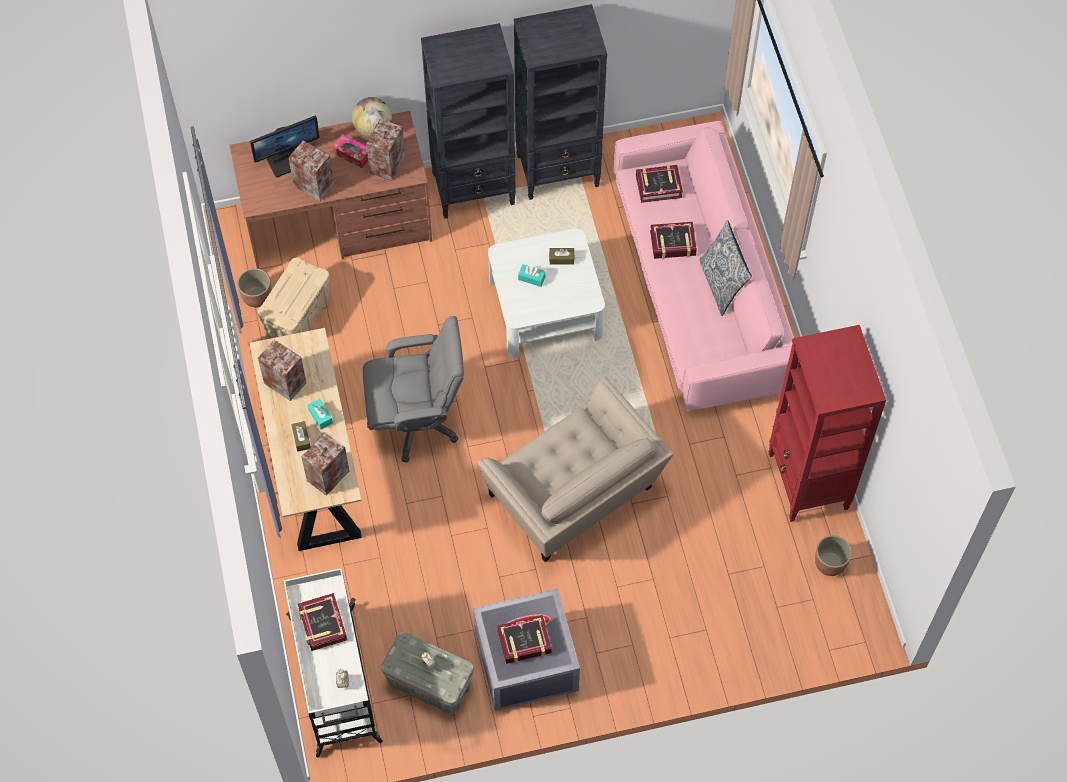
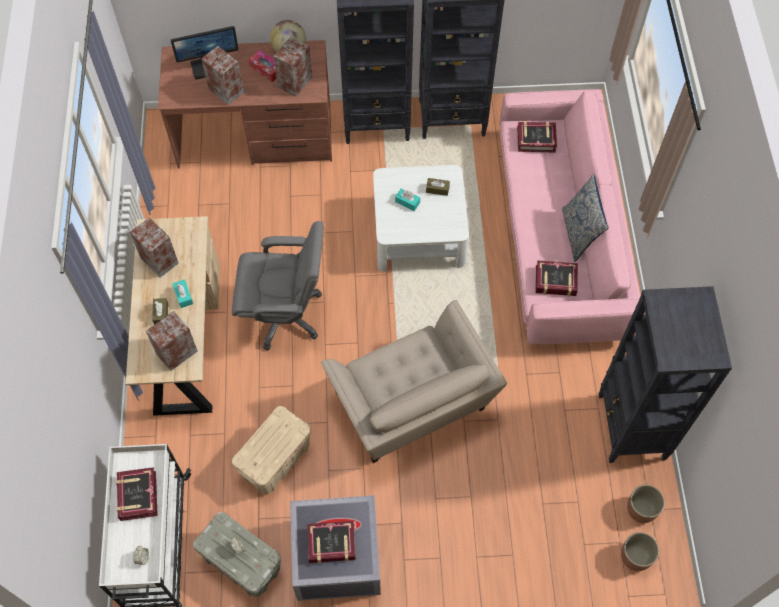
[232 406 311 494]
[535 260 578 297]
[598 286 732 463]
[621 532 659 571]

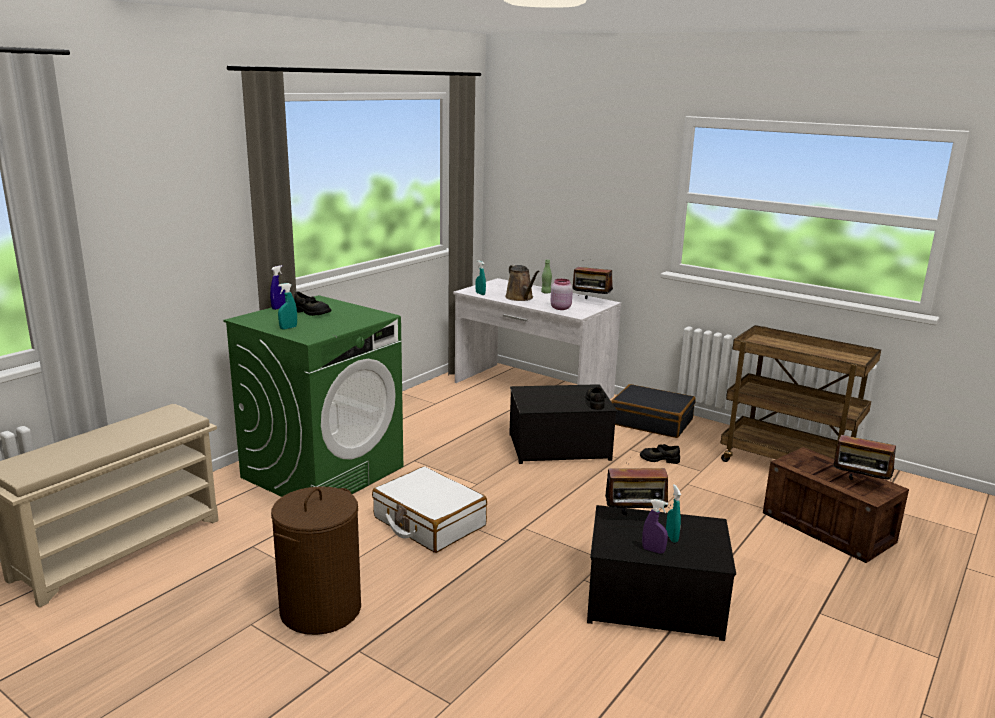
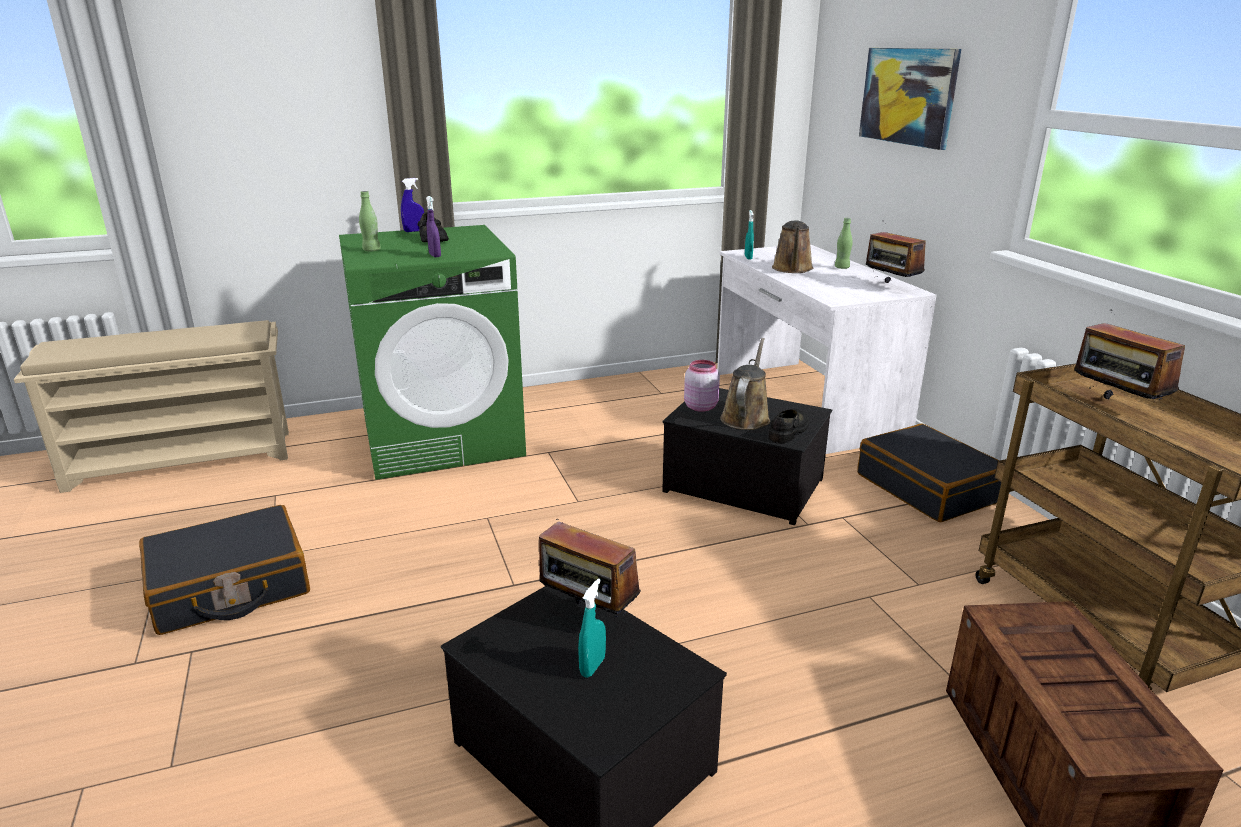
[139 505 310 635]
[359 191 381 252]
[426 196 441 257]
[684 360 720 412]
[720 338 770 430]
[859 48 961 150]
[1074 309 1185 400]
[372 466 487 553] (first image)
[640 444 680 464] (first image)

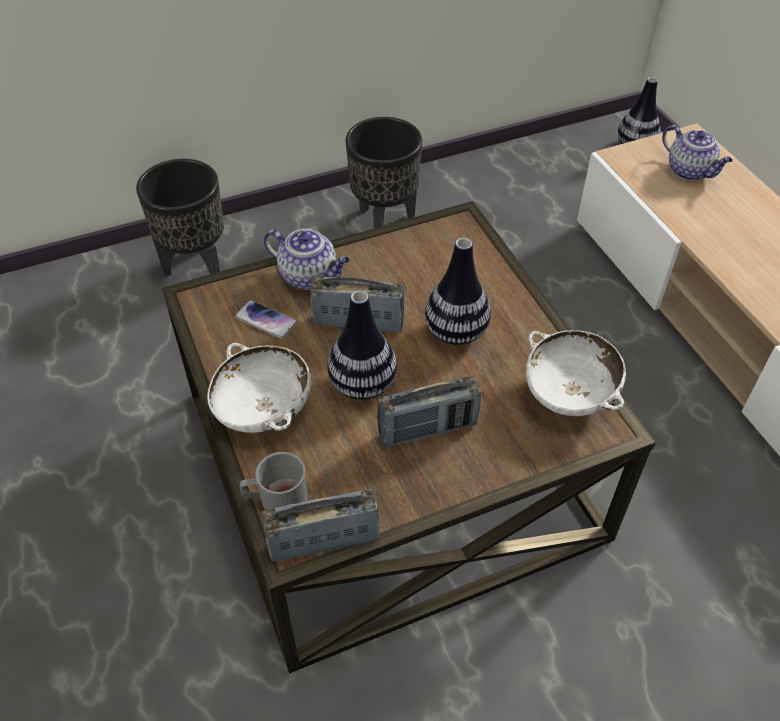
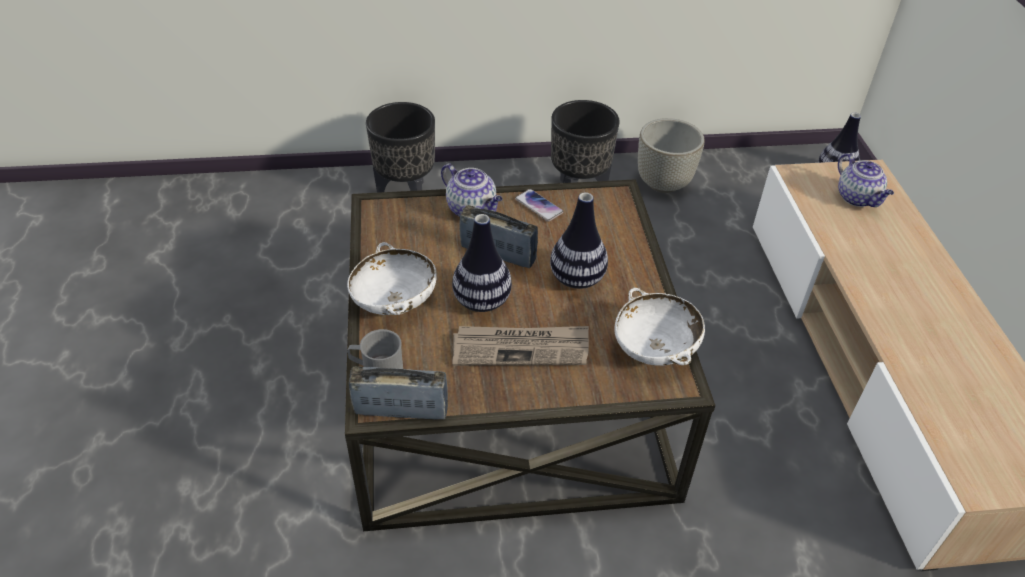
[452 326 589 366]
[515 189 564 222]
[638 118 705 193]

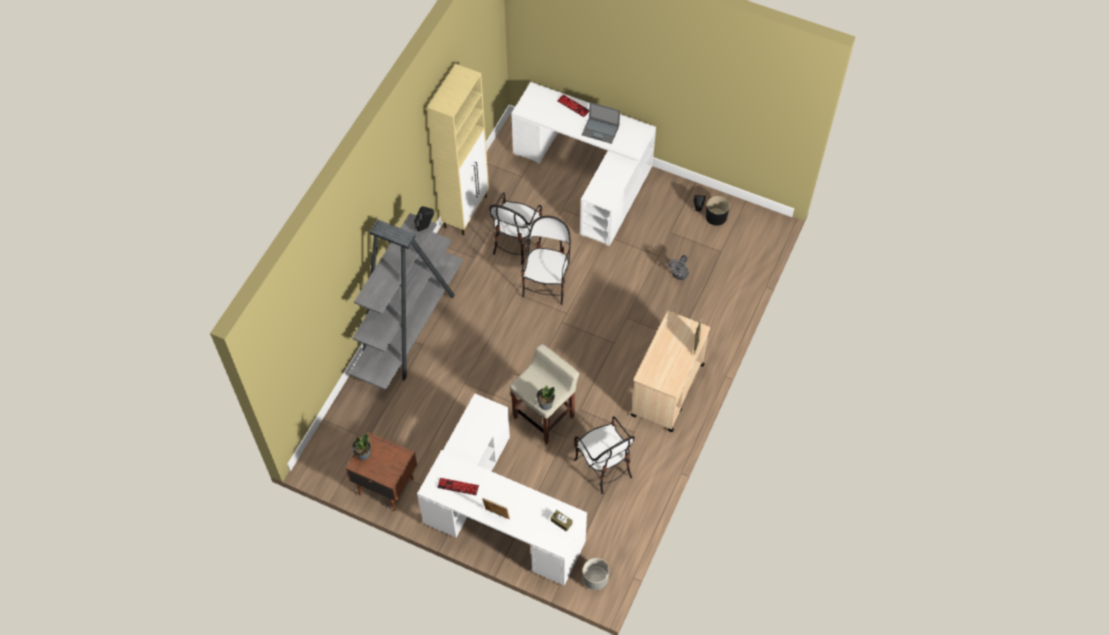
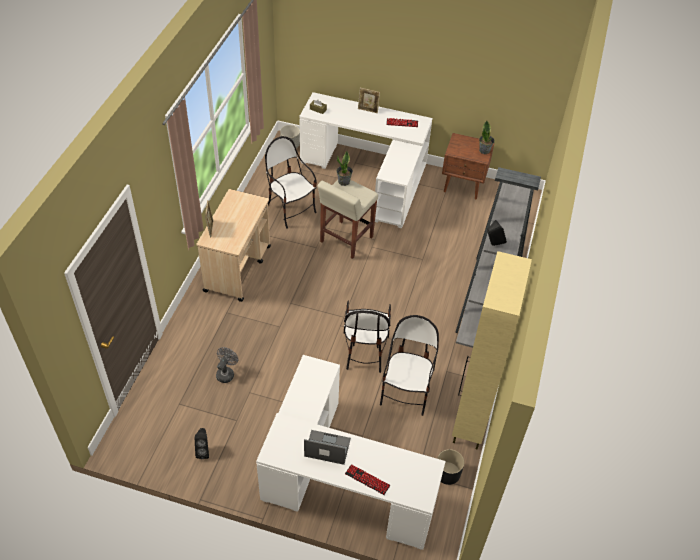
[437 449 464 485]

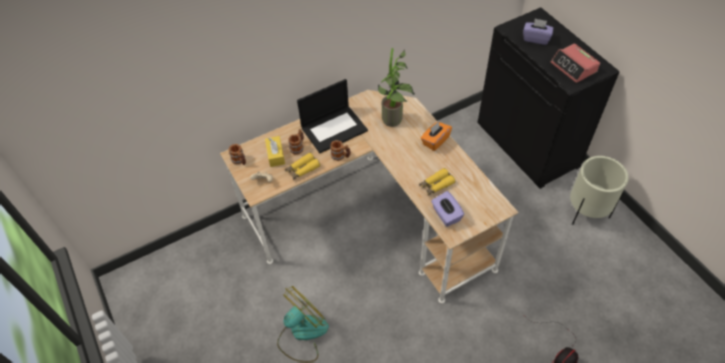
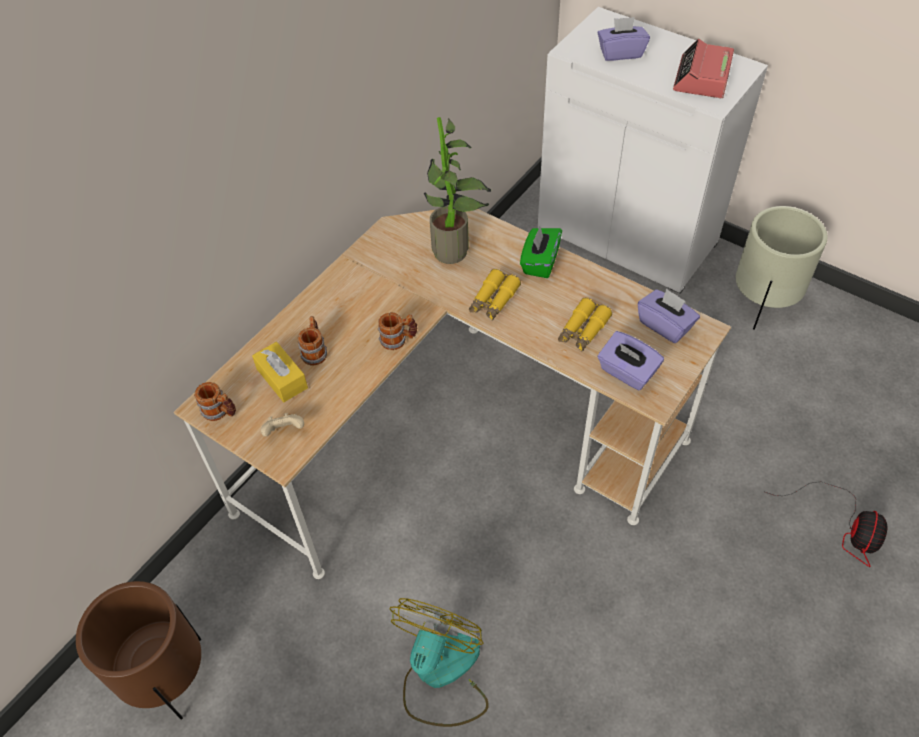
[76 581 201 719]
[469 269 521 320]
[520 226 562 278]
[538 7 768 294]
[638 288 700 343]
[673 39 734 98]
[297 79 368 153] (first image)

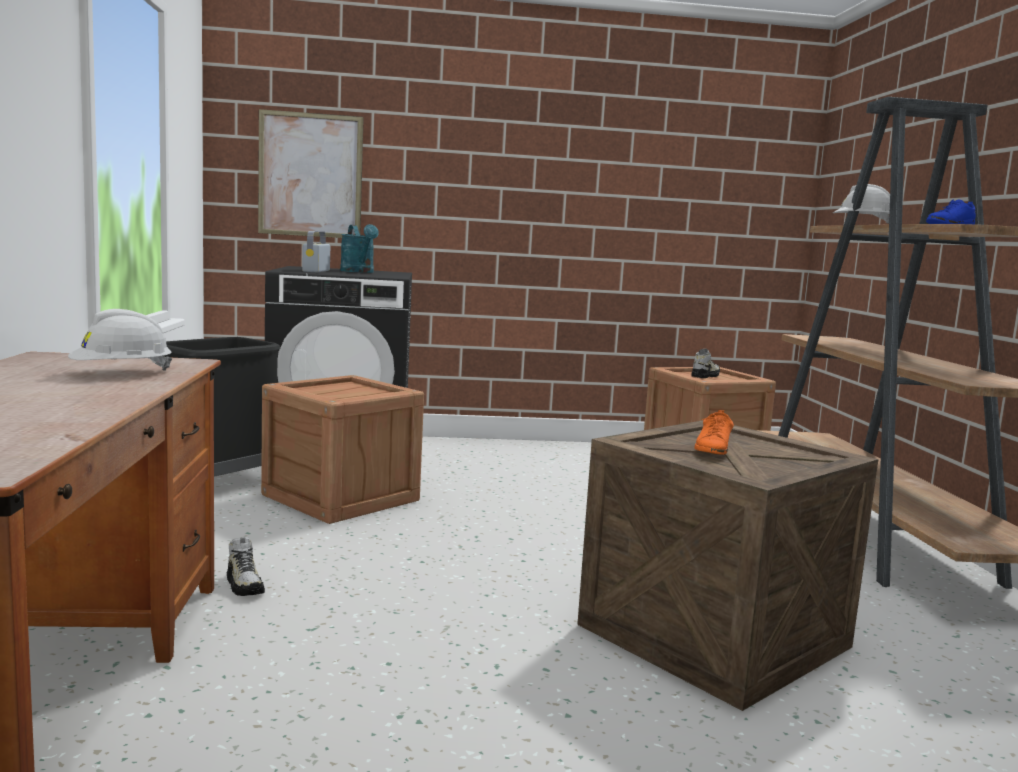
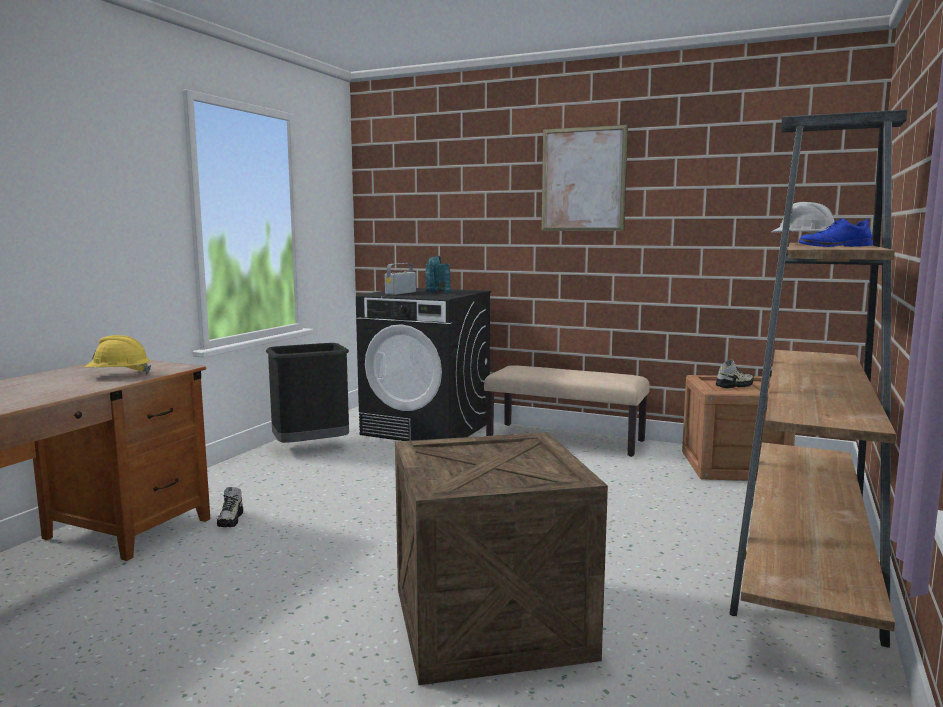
[85 335 152 374]
[484 365 650 457]
[541 124 628 231]
[261 375 424 524] (first image)
[694 410 734 455] (first image)

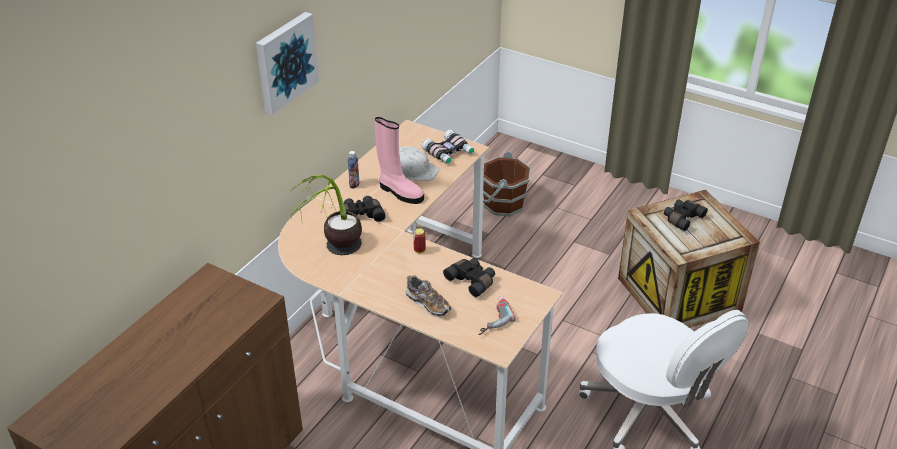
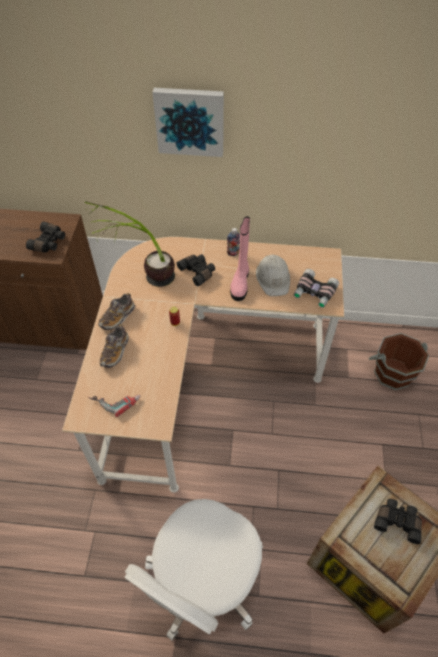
[26 222 65 252]
[98 293 135 330]

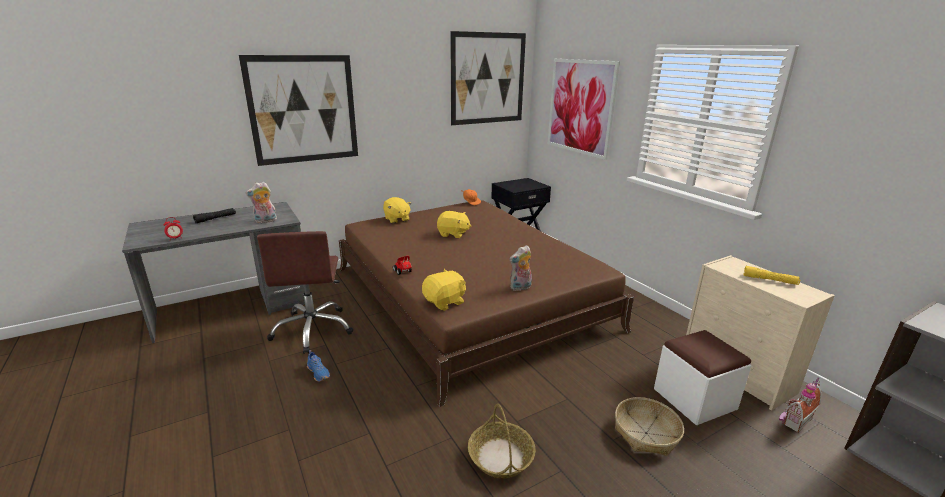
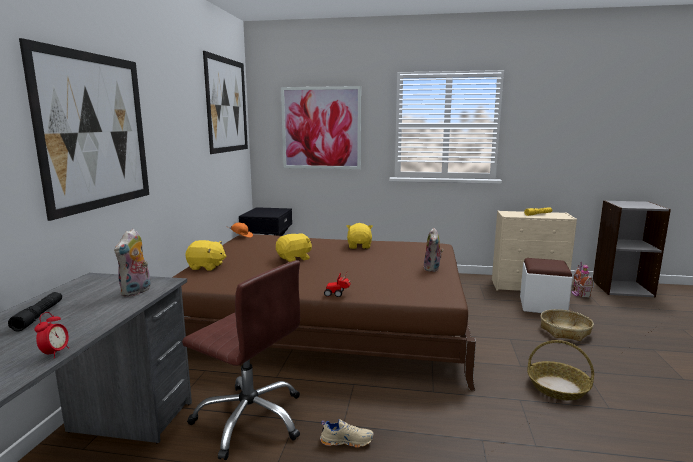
[320 419 374 448]
[347 223 373 249]

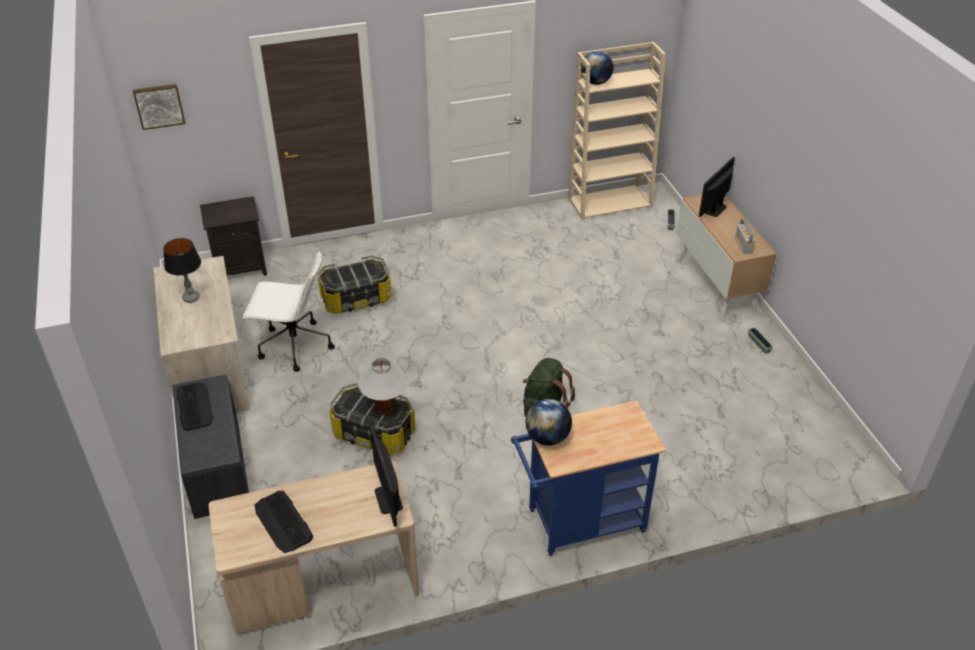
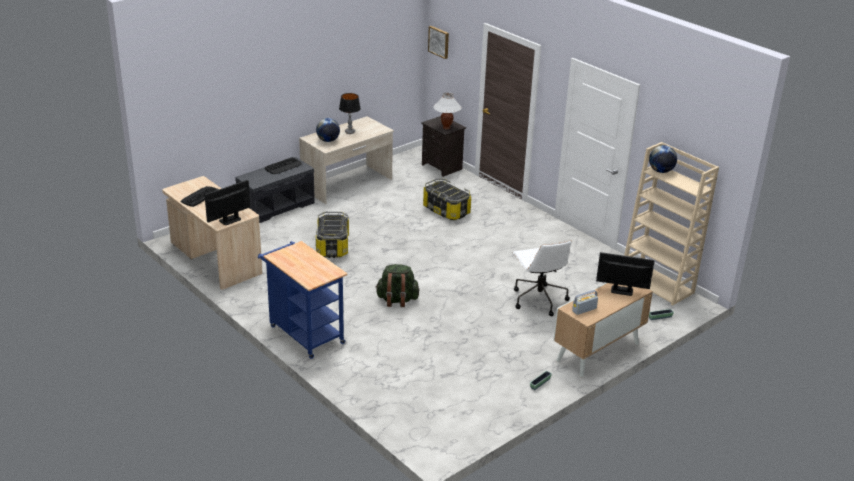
[316 118 340 142]
[433 93 462 130]
[512 240 571 316]

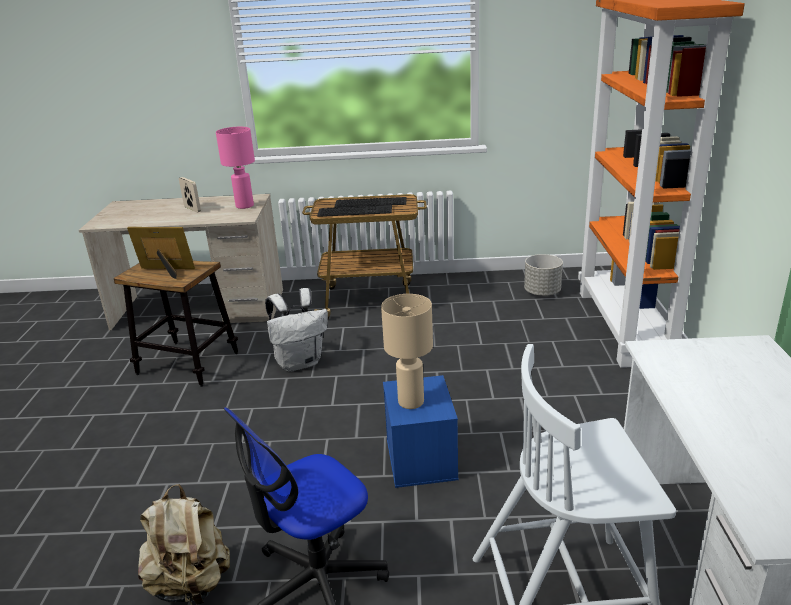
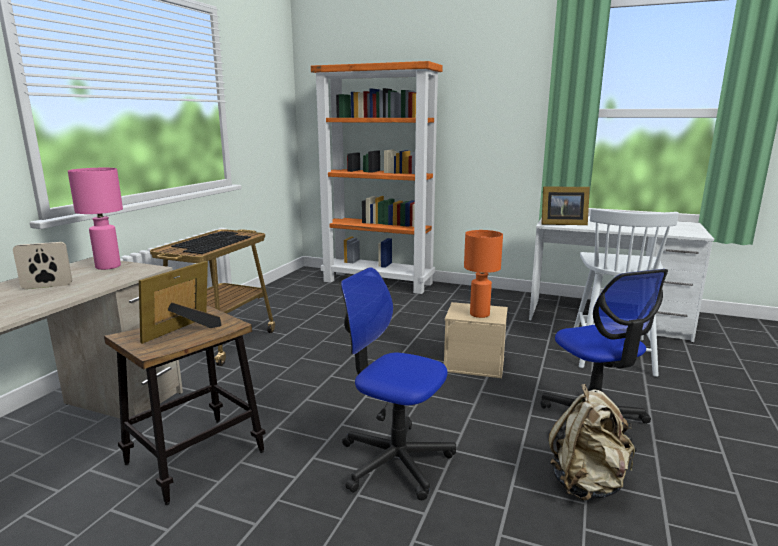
[341 267 456 500]
[444 302 508 378]
[464 230 503 318]
[541 186 590 225]
[265 288 328 372] (first image)
[524 254 563 296] (first image)

